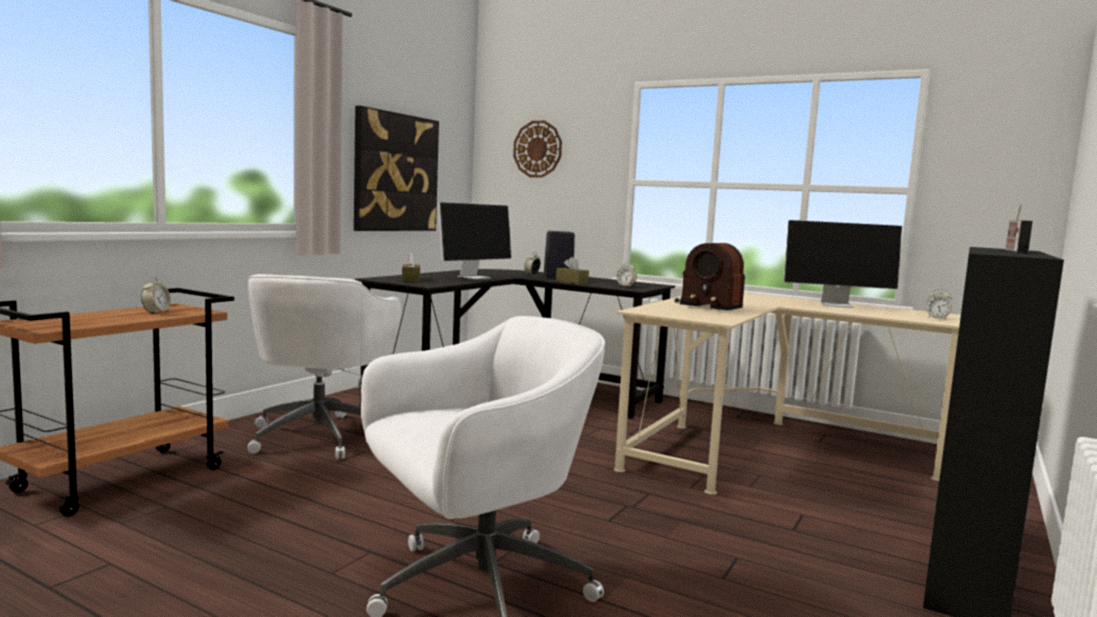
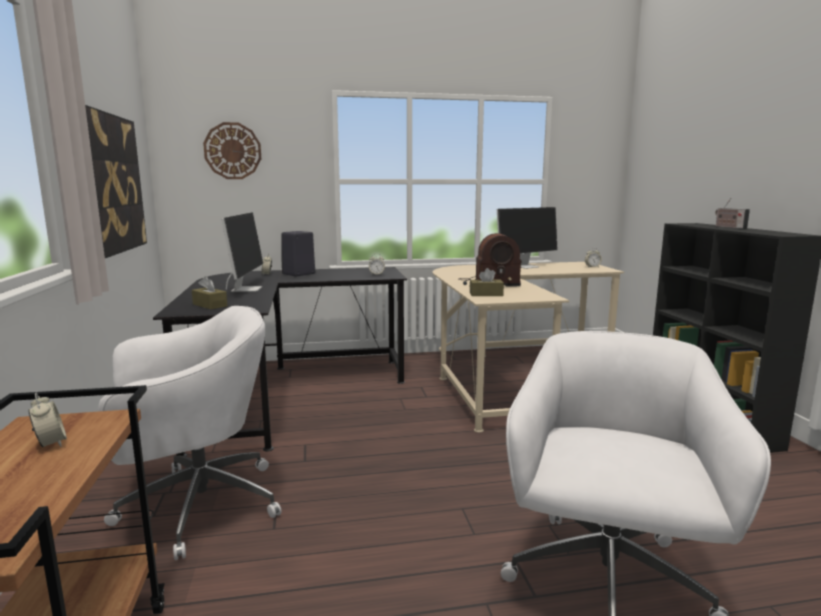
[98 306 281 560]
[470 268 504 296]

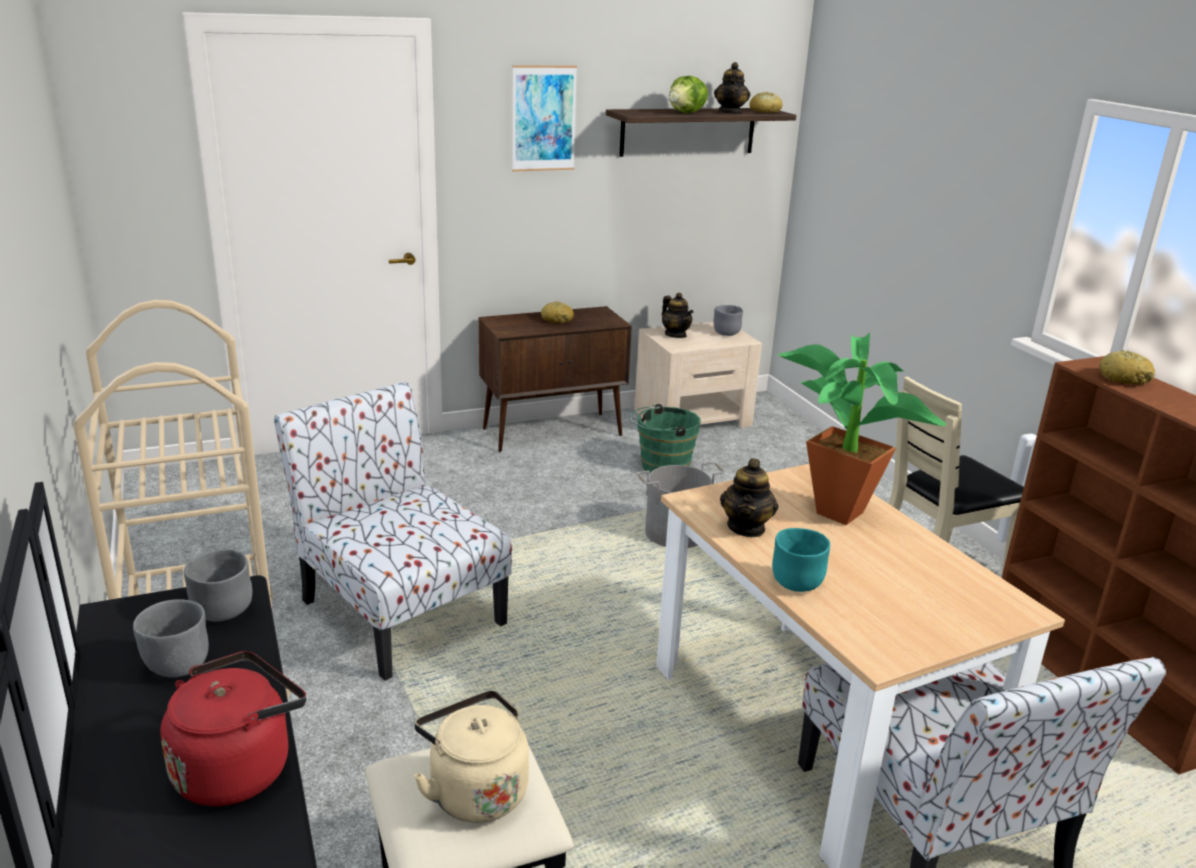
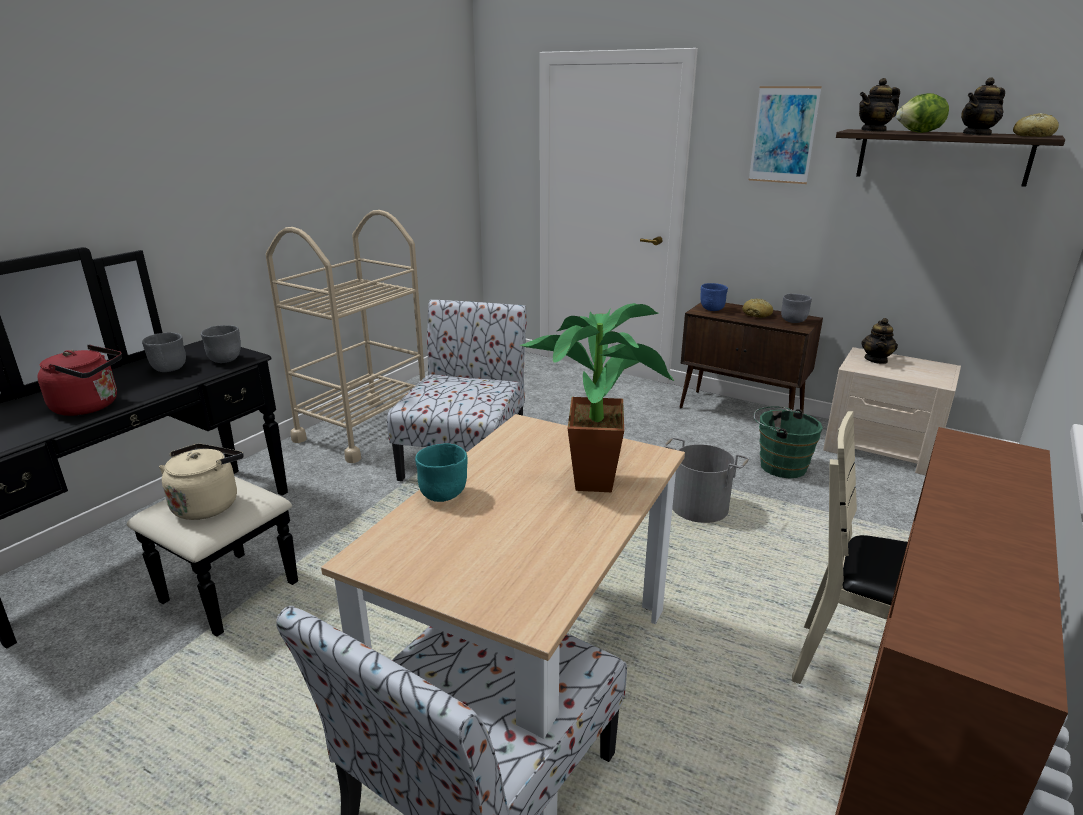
[700 283 728 311]
[781 294 812 323]
[859 78 900 132]
[1099 350 1155 385] (first image)

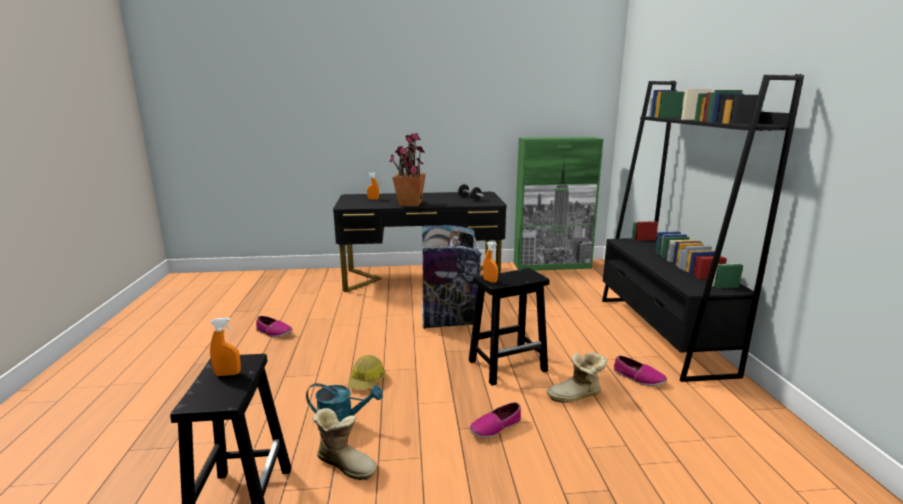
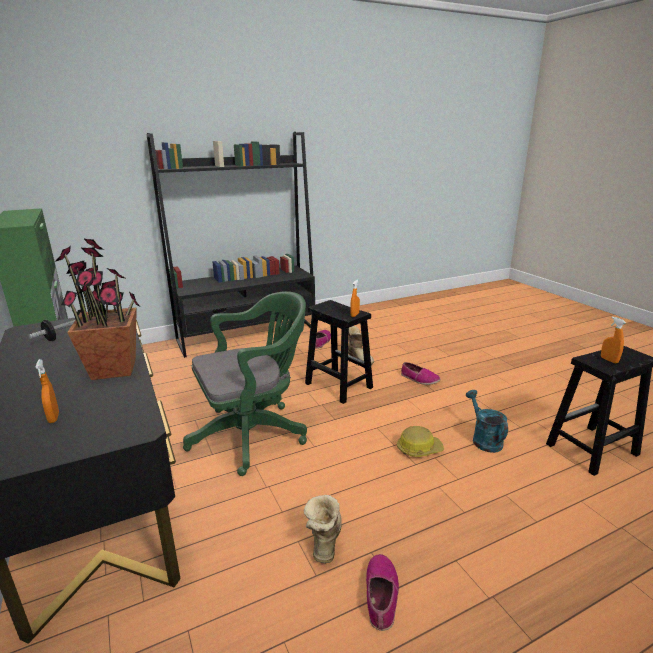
[183 291 307 476]
[304 495 341 563]

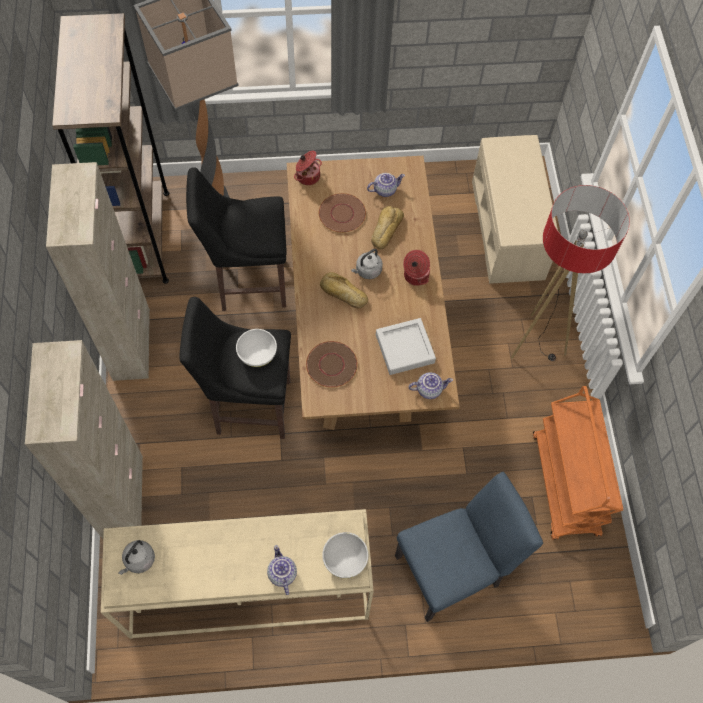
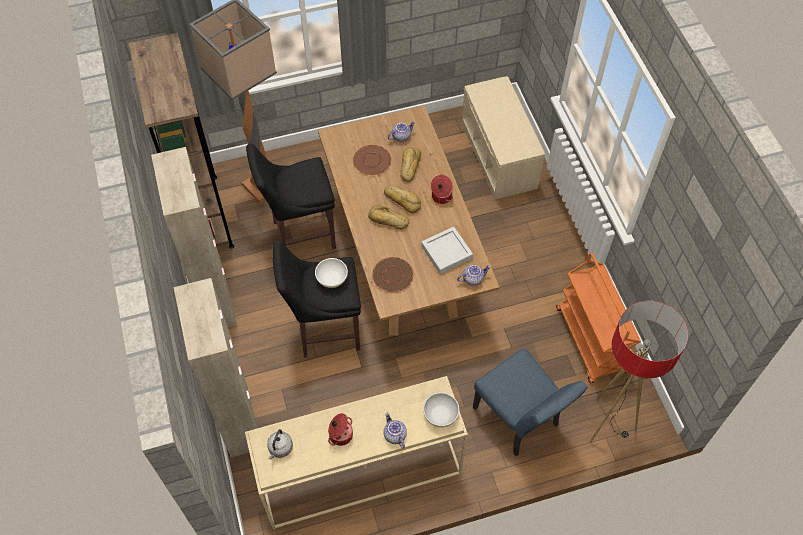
[328 413 353 446]
[384 185 421 213]
[473 348 588 456]
[589 301 688 444]

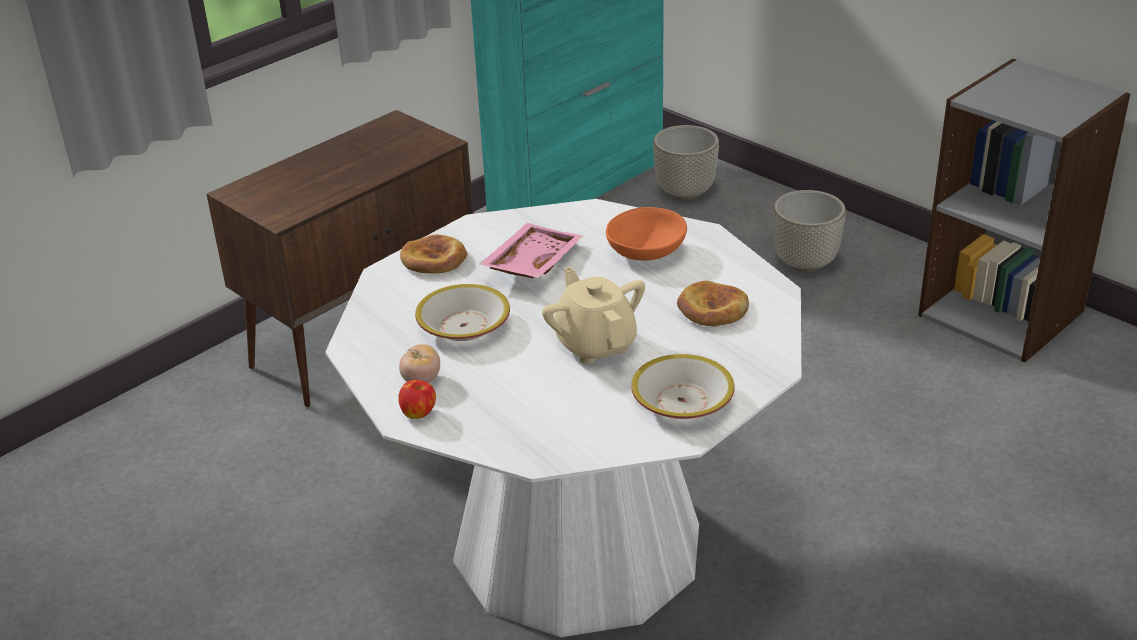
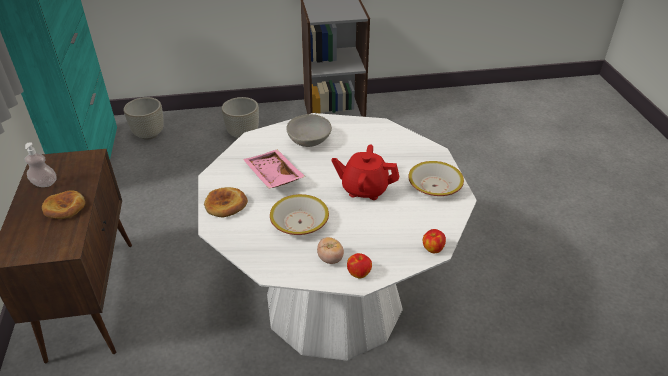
[25 142 57 187]
[42 190 85 219]
[286 114 332 147]
[331 145 399 200]
[423 229 446 253]

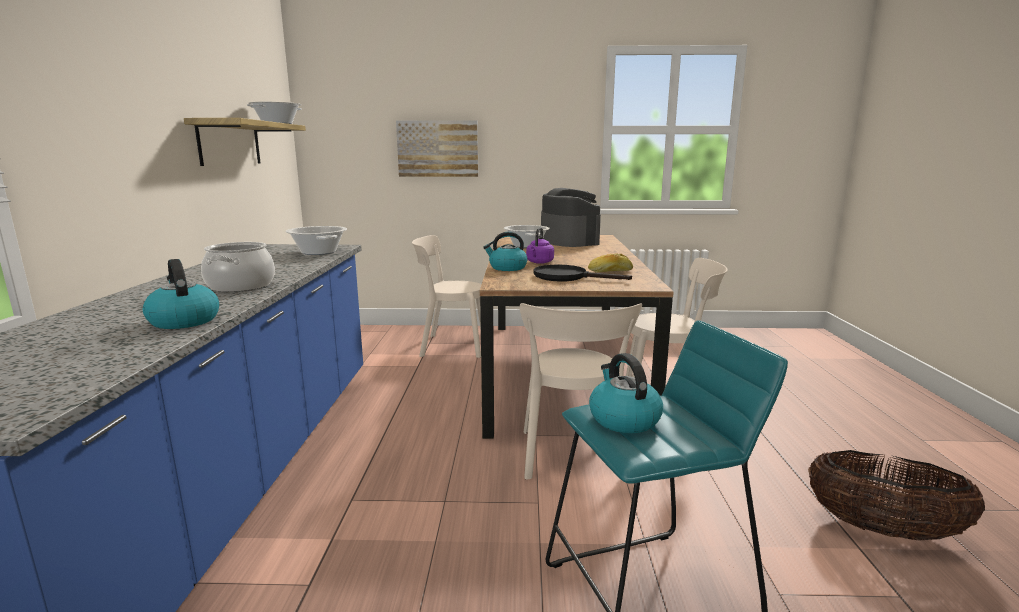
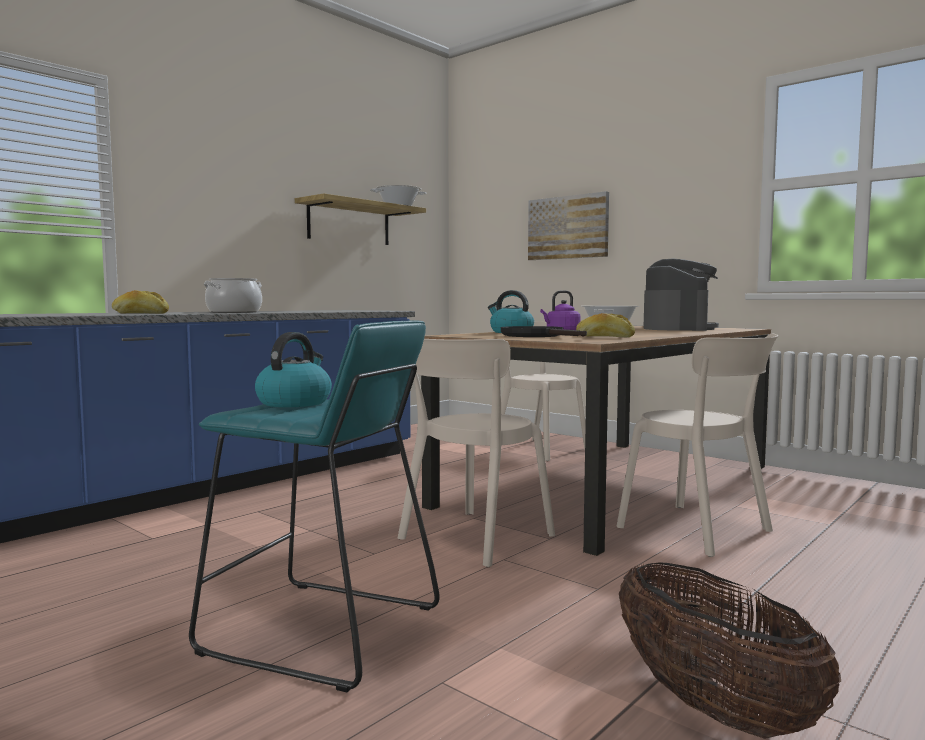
[112 290 169 314]
[286 226 347 255] (first image)

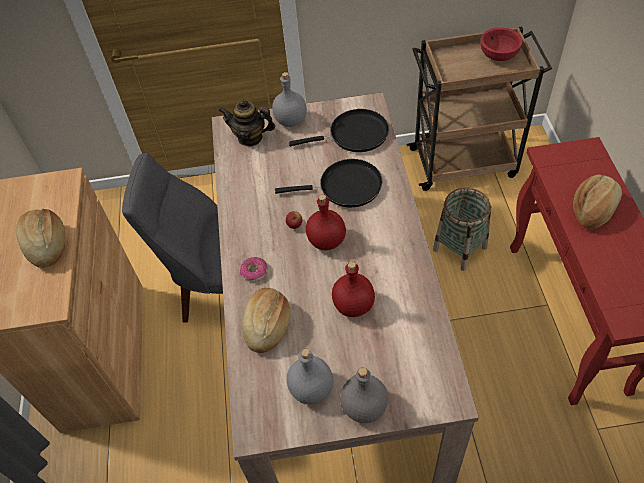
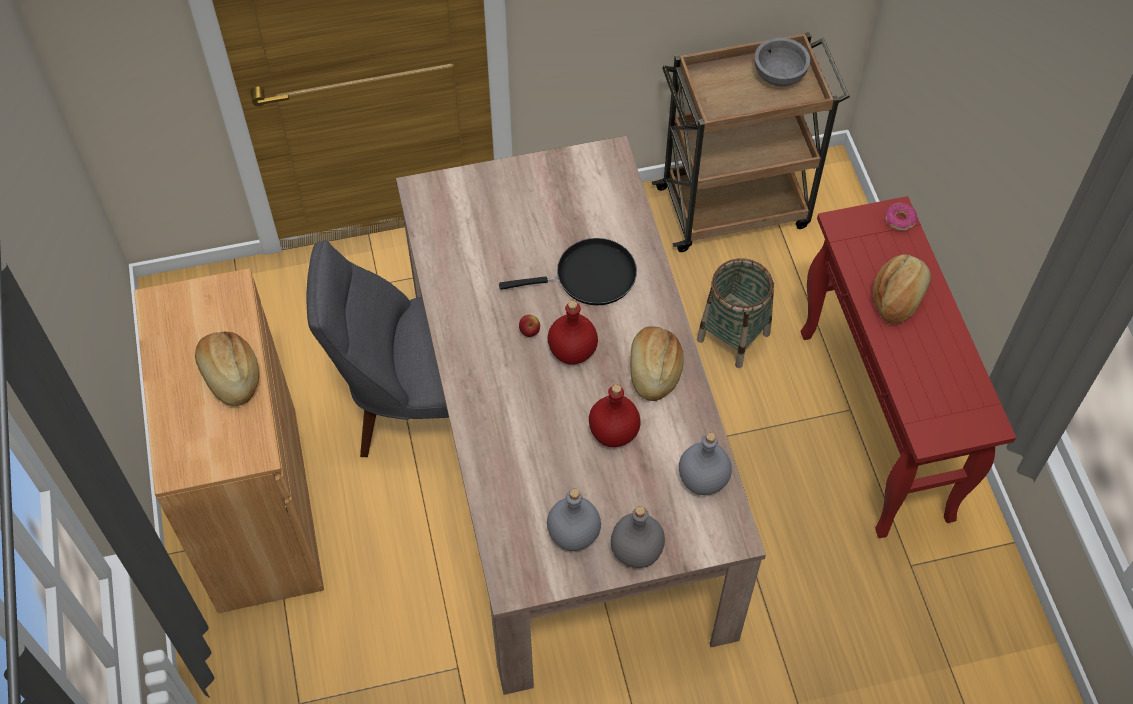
[630 326 684 401]
[679 432 732 495]
[755 38 810 86]
[885 203 917 231]
[218 99 276 146] (first image)
[289 109 389 152] (first image)

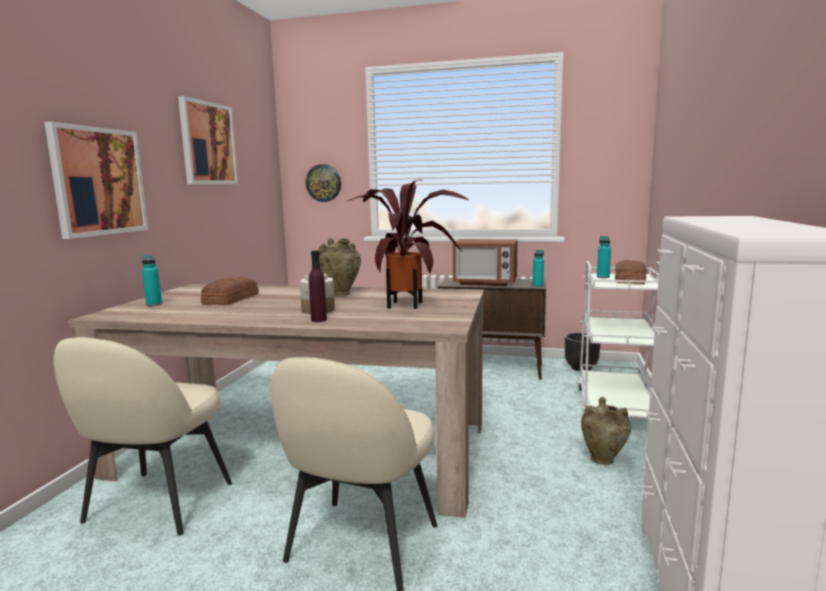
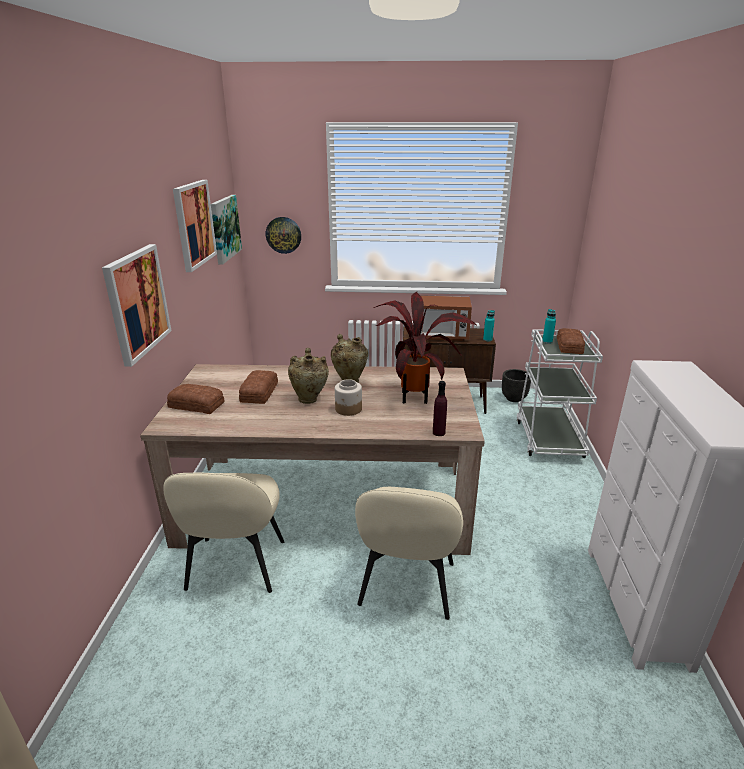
[167 384 225 414]
[211 195 242 265]
[288 348 329 404]
[433 381 447 436]

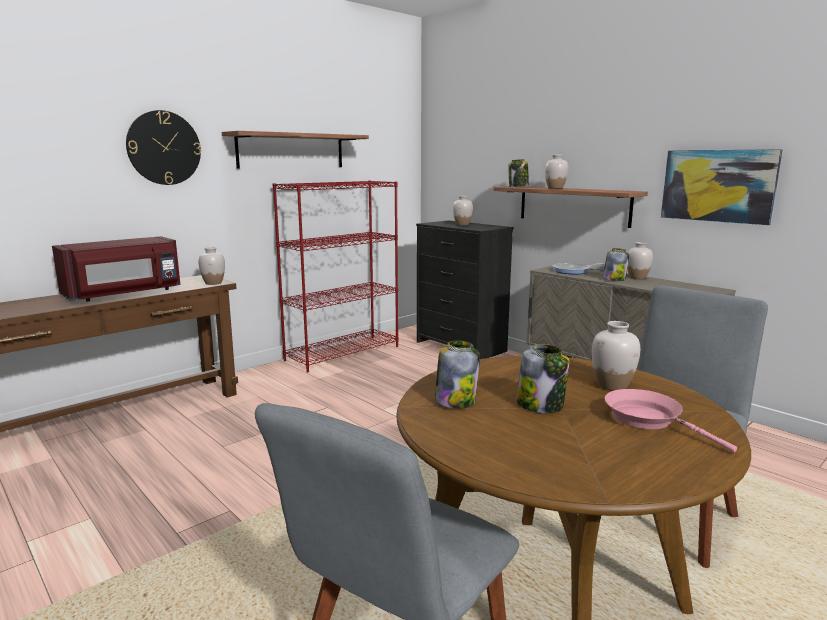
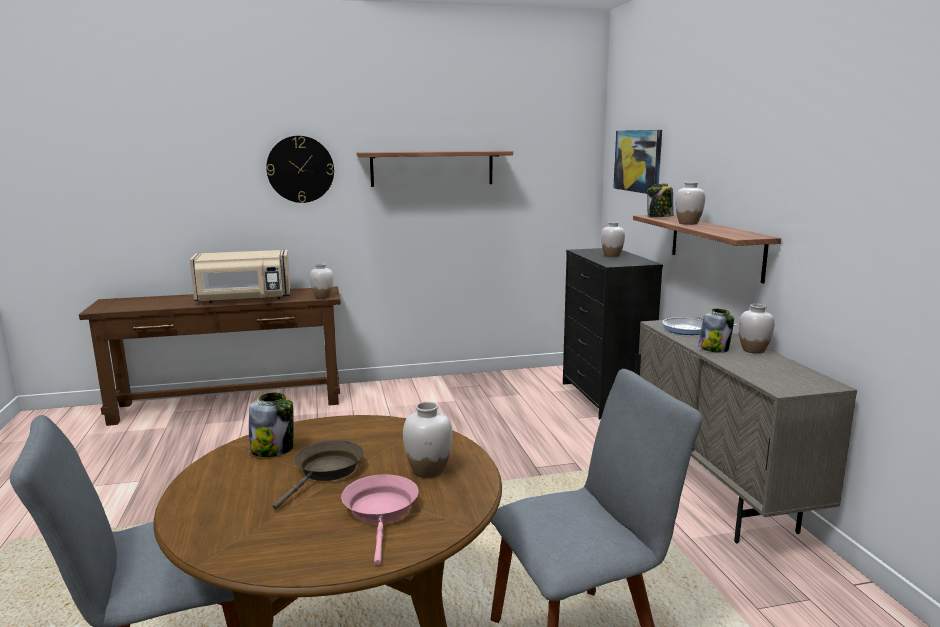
[190 250 291 303]
[272 440 364 510]
[613 130 662 194]
[273 180 399 372] (first image)

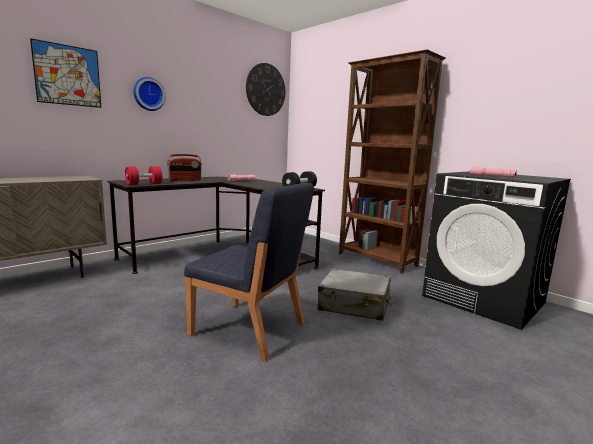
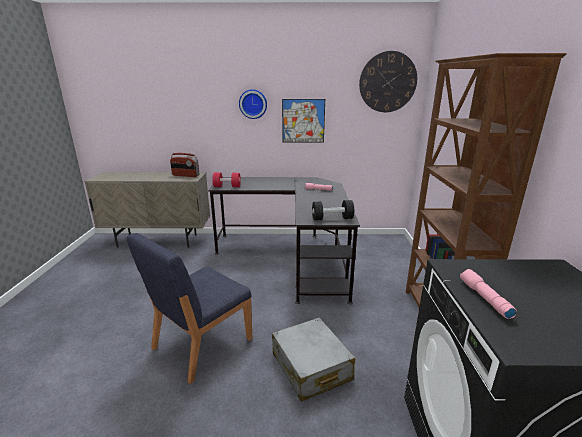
[127 233 252 384]
[170 153 199 177]
[282 99 325 143]

